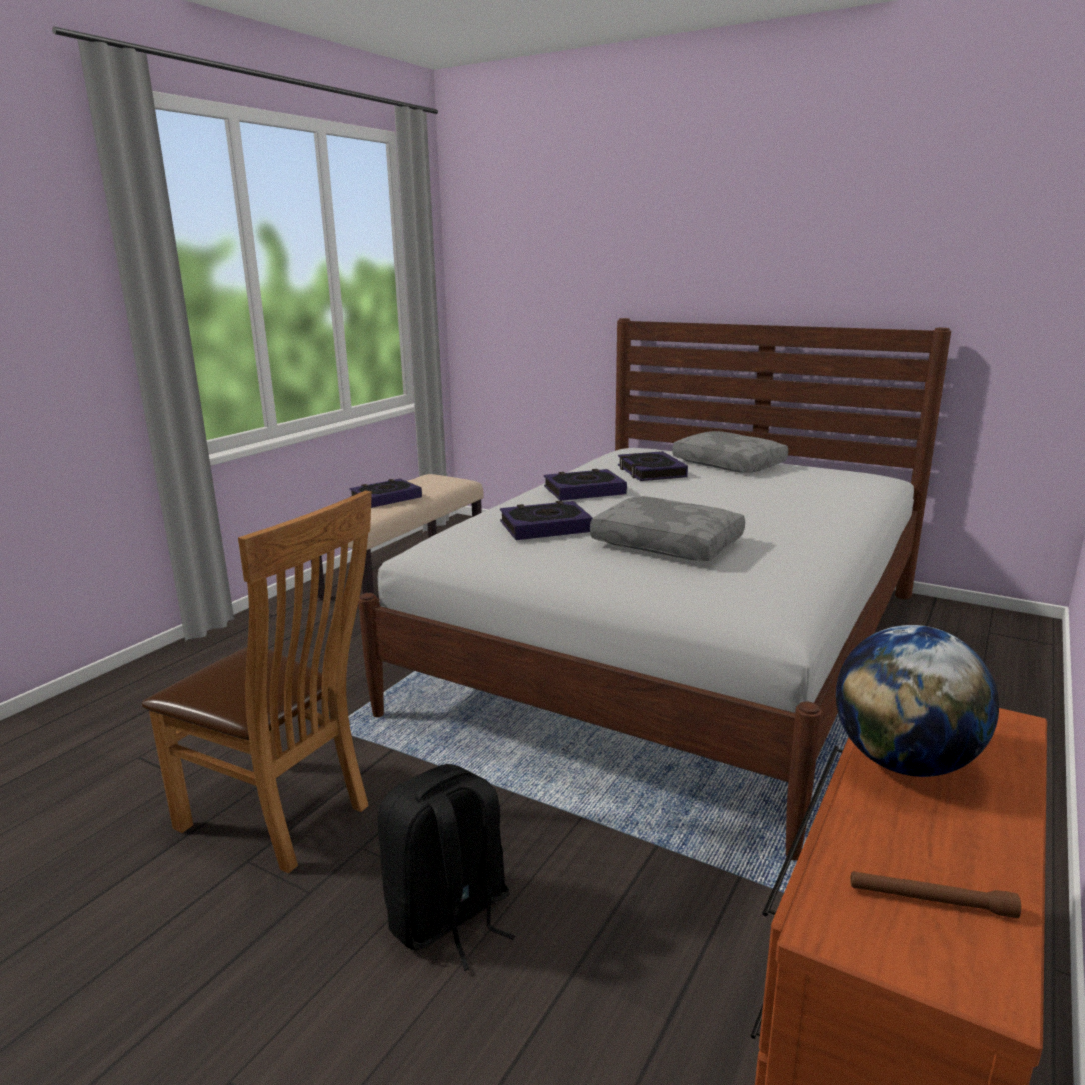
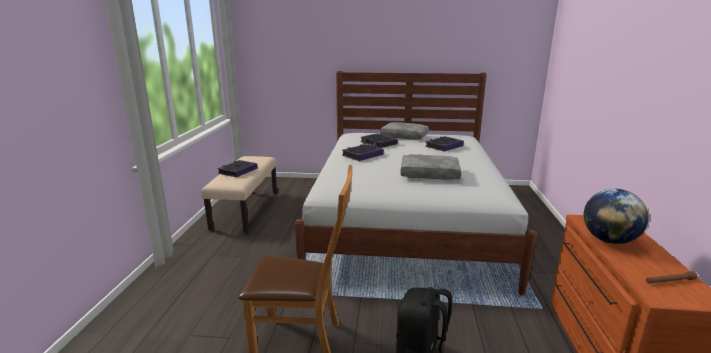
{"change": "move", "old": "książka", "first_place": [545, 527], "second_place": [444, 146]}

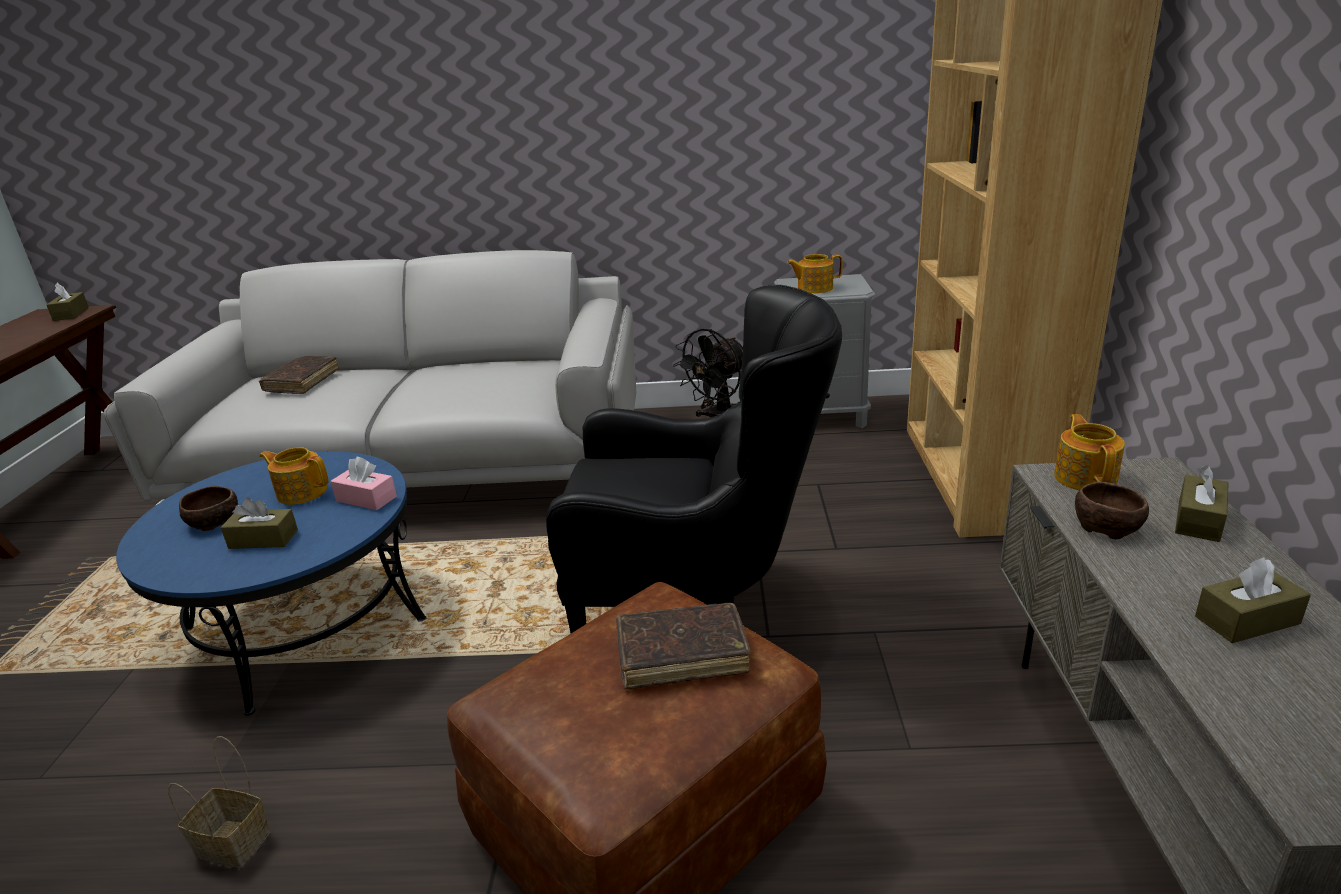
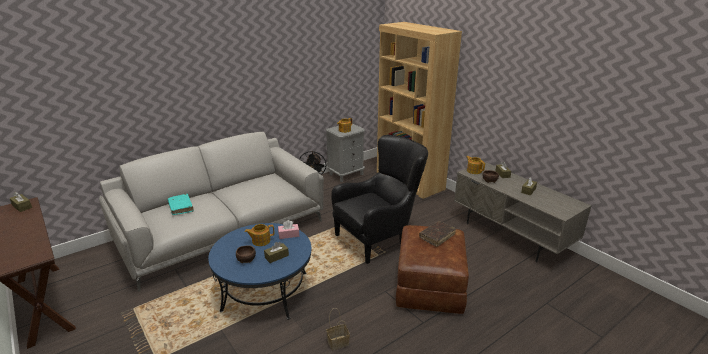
{"change": "recolor", "old": "książka [brązowy]", "new": "książka [turkusowy]", "first_place": [302, 382], "second_place": [181, 207]}

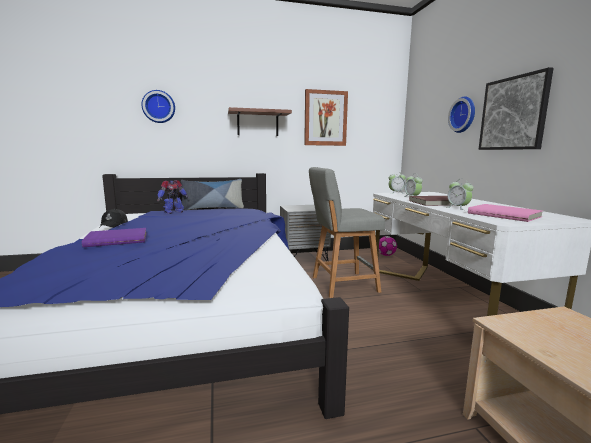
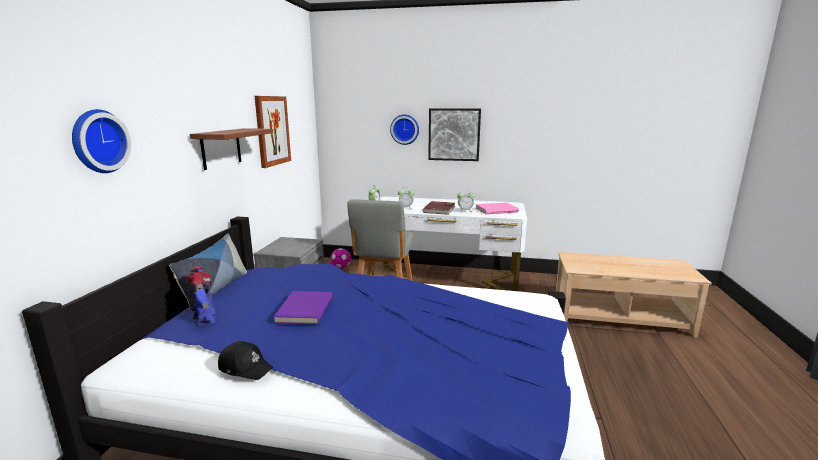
{"change": "move", "old": "książka [fioletowy]", "first_place": [117, 239], "second_place": [303, 309]}

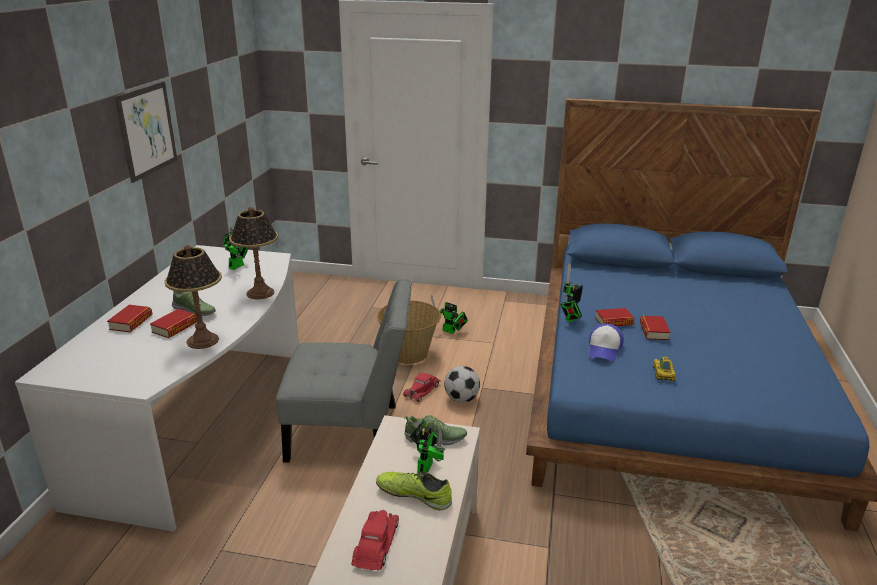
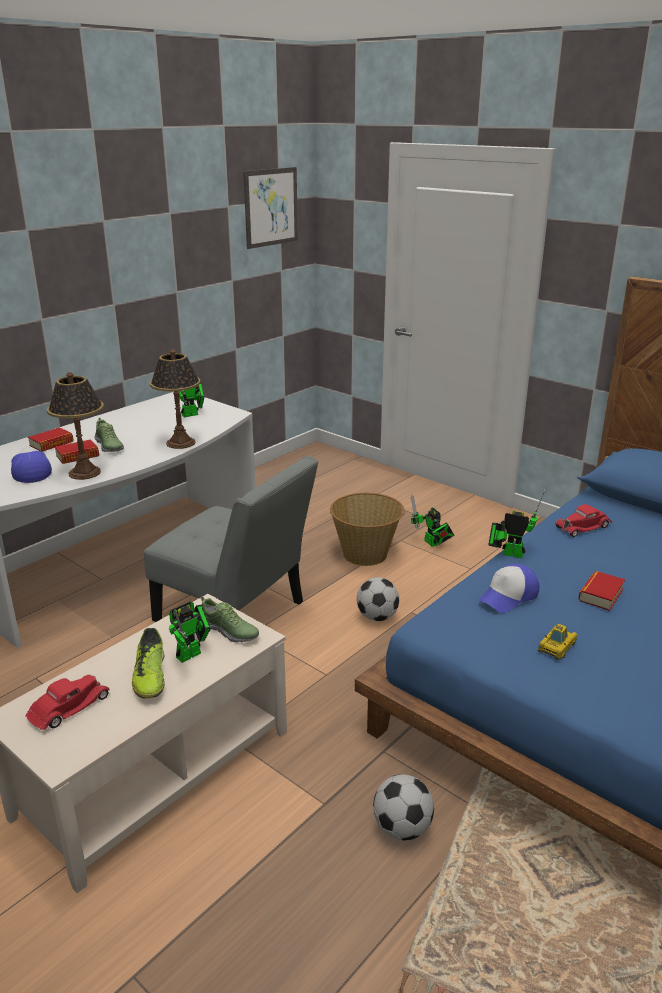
{"change": "delete", "old": "książka", "first_place": [614, 321]}
{"change": "insert", "new": "czapka z daszkiem", "second_place": [30, 471]}
{"change": "insert", "new": "piłka futbolowa", "second_place": [402, 829]}
{"change": "move", "old": "obraz", "first_place": [147, 130], "second_place": [271, 207]}
{"change": "move", "old": "samochodzik [czerwony]", "first_place": [422, 390], "second_place": [583, 527]}
{"change": "rotate", "old": "but", "first_place": [414, 495], "second_place": [150, 676], "degrees": -150}
{"change": "rotate", "old": "robot zabawkowy", "first_place": [570, 319], "second_place": [509, 553], "degrees": 45}

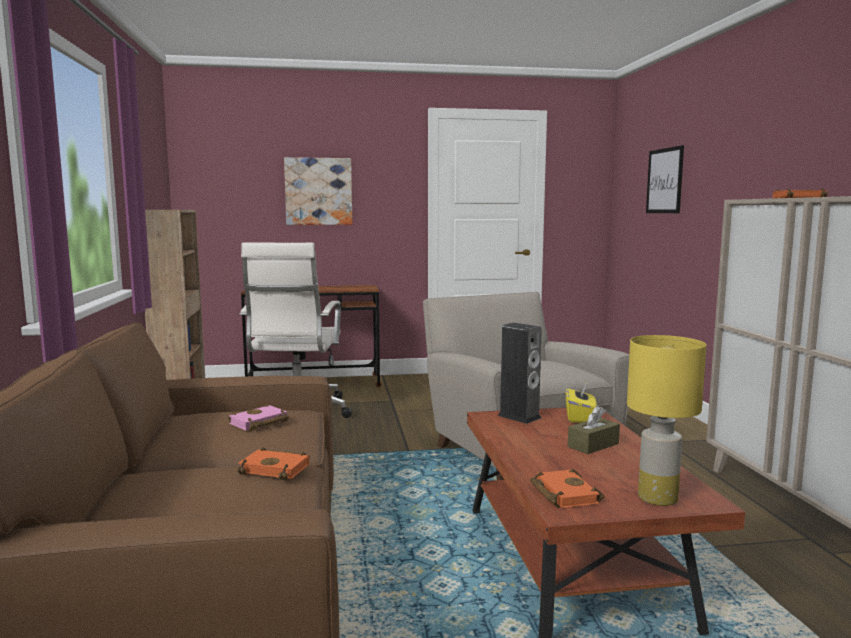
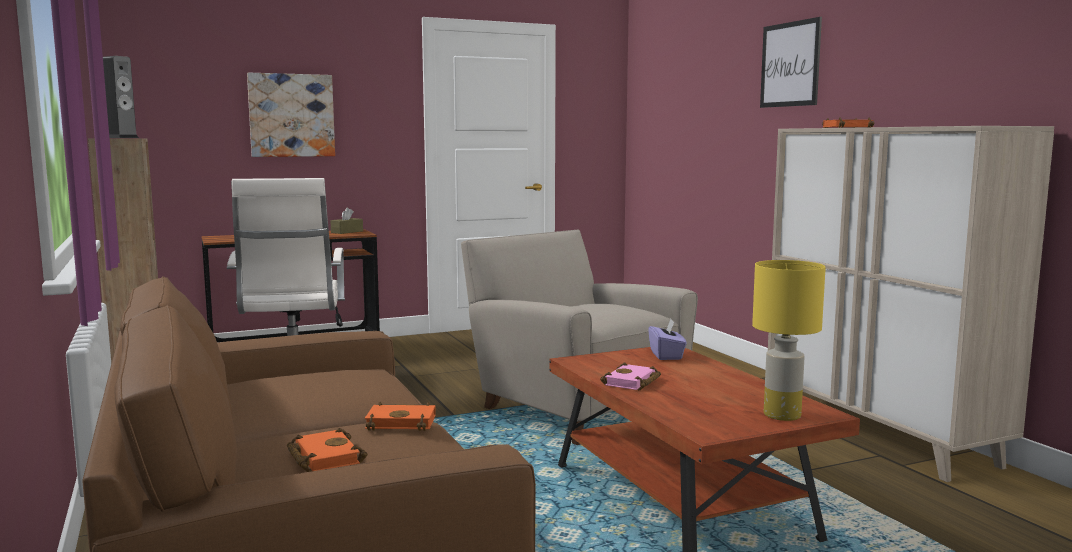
{"change": "move", "old": "książka [różowy]", "first_place": [258, 423], "second_place": [632, 383]}
{"change": "move", "old": "głośnik", "first_place": [519, 416], "second_place": [119, 138]}
{"change": "move", "old": "książka [pomarańczowy]", "first_place": [562, 494], "second_place": [323, 457]}
{"change": "move", "old": "pudełko chusteczek [brązowy]", "first_place": [593, 445], "second_place": [347, 232]}
{"change": "move", "old": "obraz", "first_place": [664, 181], "second_place": [790, 64]}
{"change": "recolor", "old": "pudełko chusteczek [żółty]", "new": "pudełko chusteczek [fioletowy]", "first_place": [580, 417], "second_place": [666, 355]}

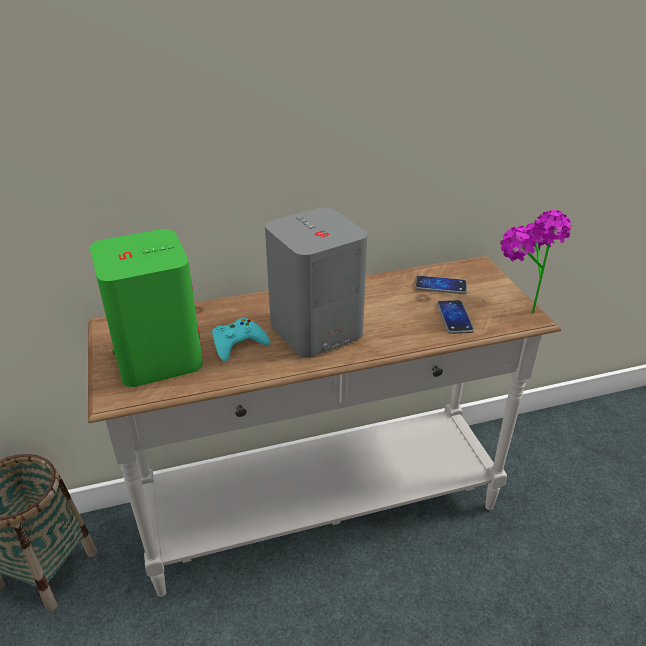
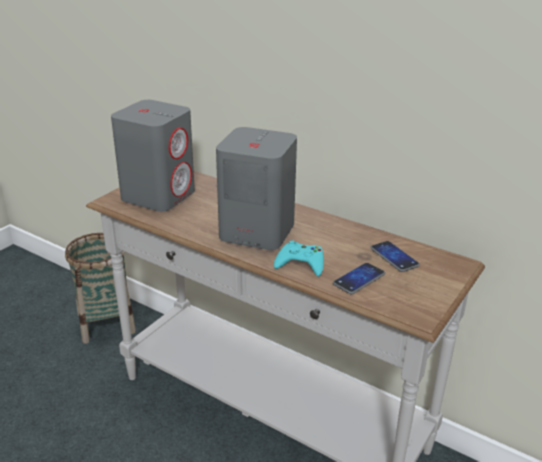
{"change": "delete", "old": "roślina doniczkowa", "first_place": [518, 308]}
{"change": "move", "old": "pad do gier [turkusowy]", "first_place": [238, 344], "second_place": [301, 263]}
{"change": "recolor", "old": "głośnik [zielony]", "new": "głośnik [szary]", "first_place": [157, 356], "second_place": [159, 195]}

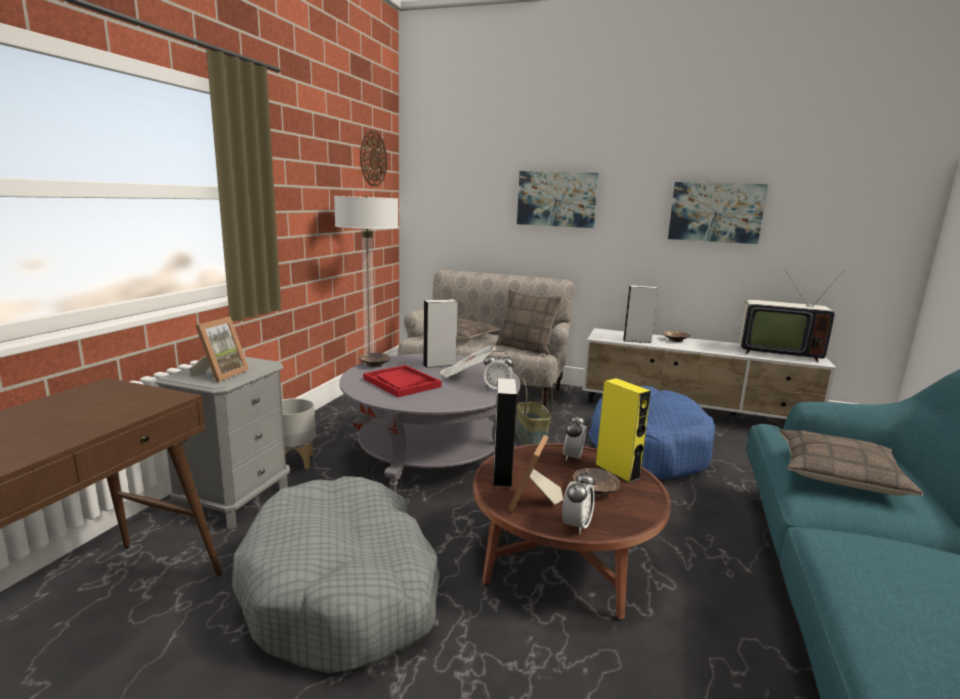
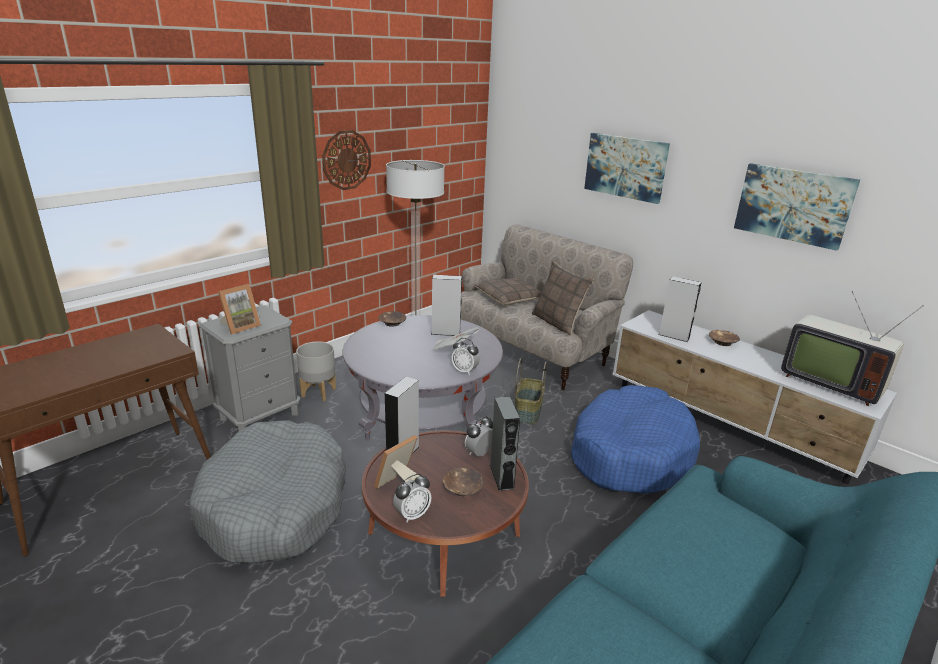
{"change": "delete", "old": "taca [czerwony]", "first_place": [401, 383]}
{"change": "delete", "old": "poduszka", "first_place": [839, 473]}
{"change": "move", "old": "zegar ścienny", "first_place": [373, 159], "second_place": [346, 160]}
{"change": "recolor", "old": "głośnik [żółty]", "new": "głośnik [szary]", "first_place": [617, 471], "second_place": [501, 476]}

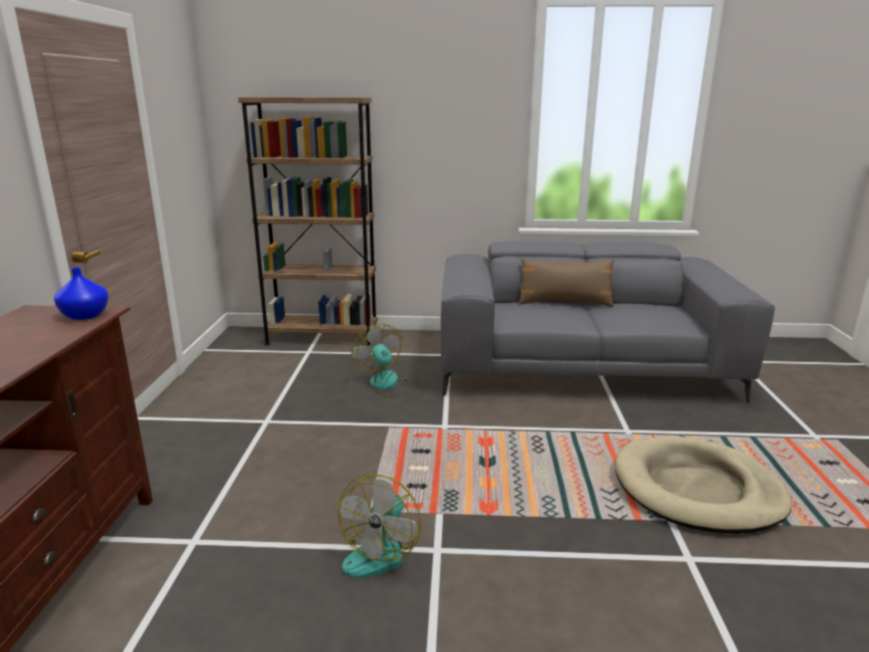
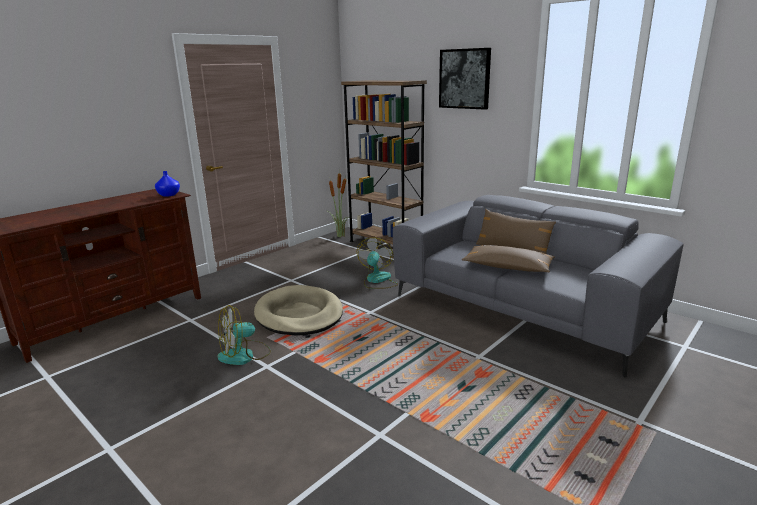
{"change": "insert", "new": "roślina doniczkowa", "second_place": [340, 236]}
{"change": "insert", "new": "obraz", "second_place": [464, 79]}
{"change": "insert", "new": "poduszka [brązowy]", "second_place": [508, 267]}
{"change": "move", "old": "legowisko [beżowy]", "first_place": [697, 490], "second_place": [299, 314]}

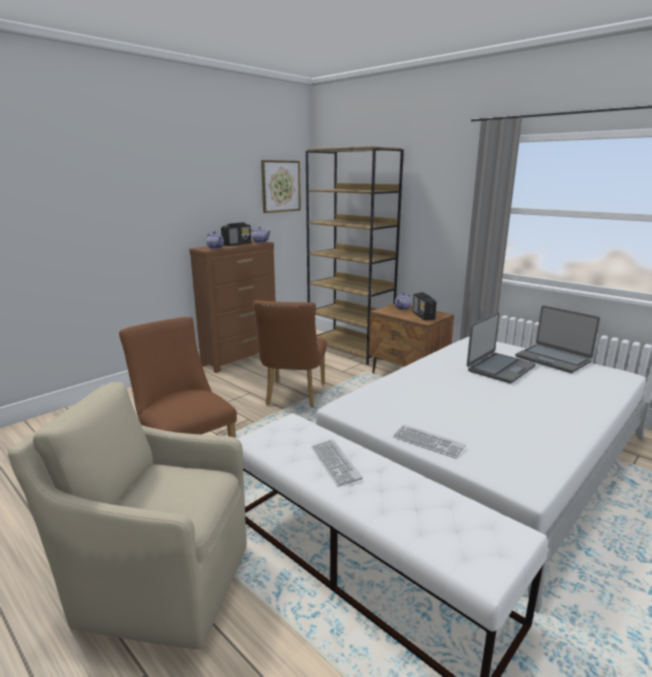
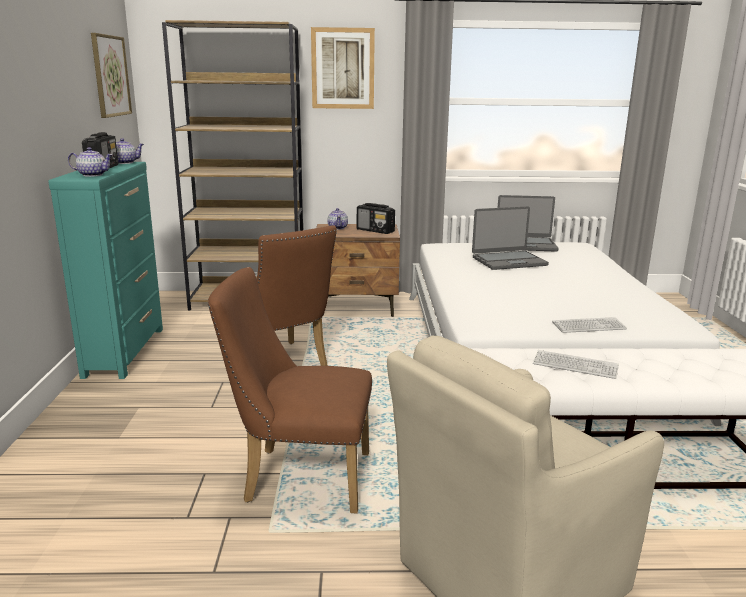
{"change": "insert", "new": "obraz", "second_place": [343, 68]}
{"change": "recolor", "old": "komoda [brązowy]", "new": "komoda [turkusowy]", "first_place": [241, 358], "second_place": [125, 351]}
{"change": "rotate", "old": "laptop", "first_place": [500, 368], "second_place": [508, 261], "degrees": 75}

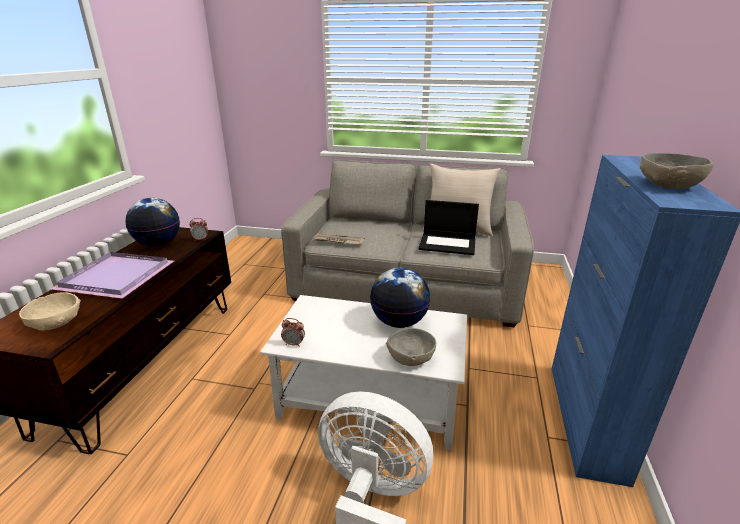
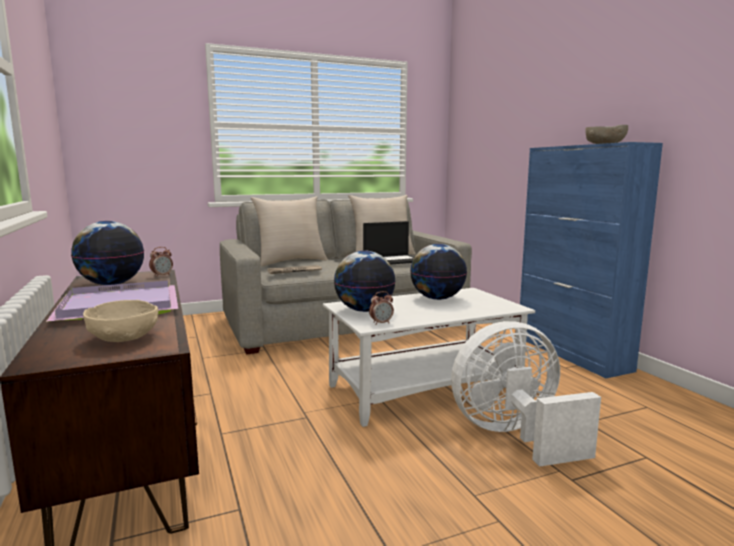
{"change": "delete", "old": "miska [szary]", "first_place": [410, 357]}
{"change": "insert", "new": "poduszka [beżowy]", "second_place": [291, 261]}
{"change": "insert", "new": "globus", "second_place": [364, 310]}

